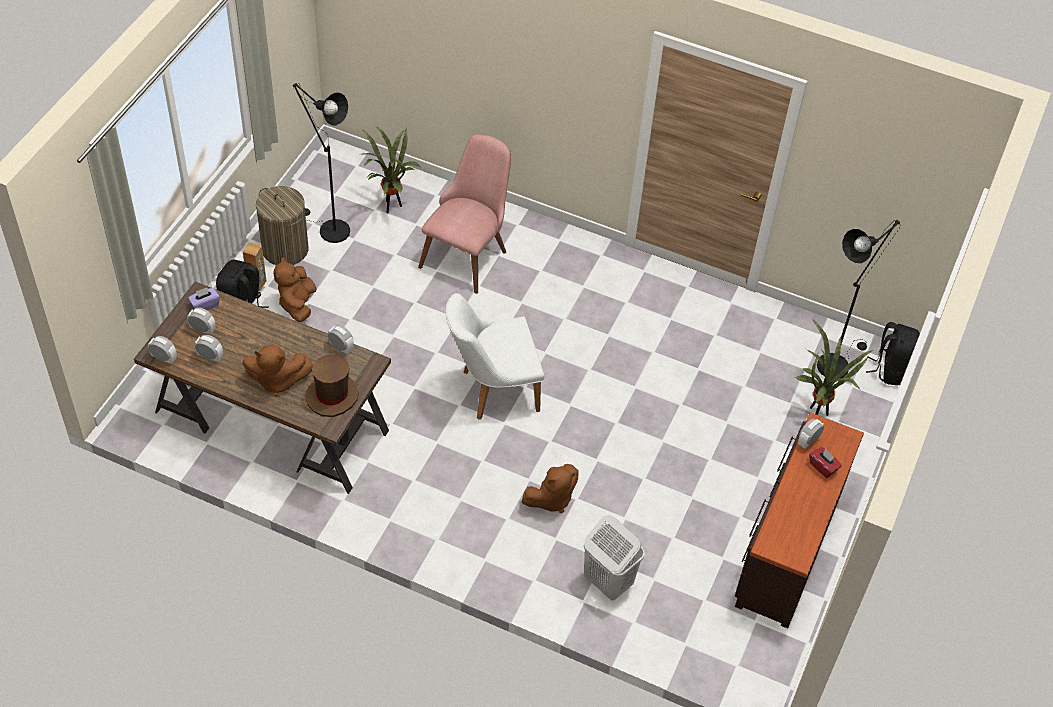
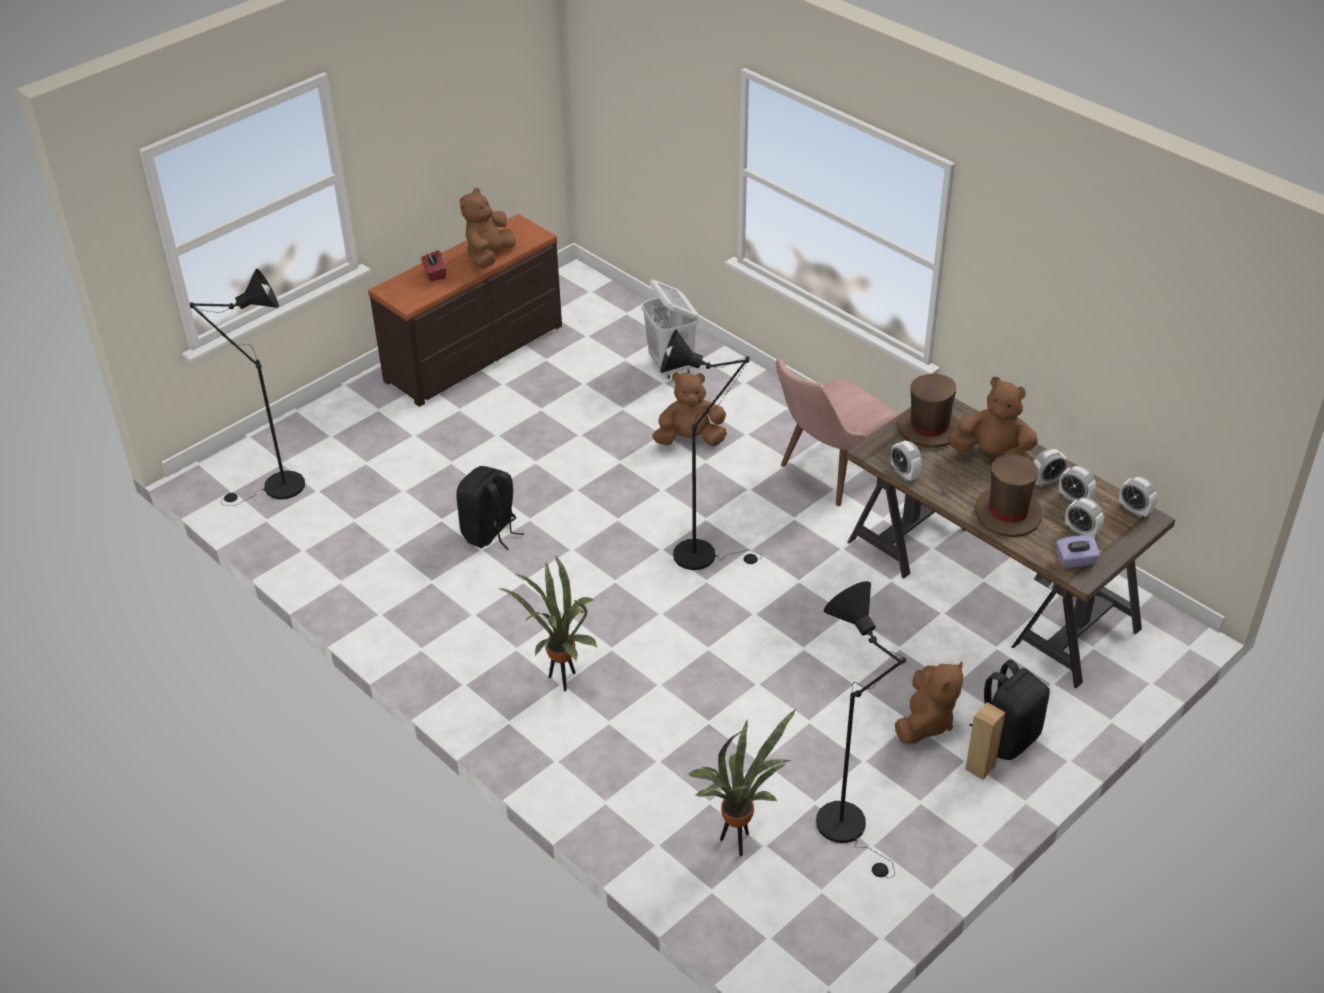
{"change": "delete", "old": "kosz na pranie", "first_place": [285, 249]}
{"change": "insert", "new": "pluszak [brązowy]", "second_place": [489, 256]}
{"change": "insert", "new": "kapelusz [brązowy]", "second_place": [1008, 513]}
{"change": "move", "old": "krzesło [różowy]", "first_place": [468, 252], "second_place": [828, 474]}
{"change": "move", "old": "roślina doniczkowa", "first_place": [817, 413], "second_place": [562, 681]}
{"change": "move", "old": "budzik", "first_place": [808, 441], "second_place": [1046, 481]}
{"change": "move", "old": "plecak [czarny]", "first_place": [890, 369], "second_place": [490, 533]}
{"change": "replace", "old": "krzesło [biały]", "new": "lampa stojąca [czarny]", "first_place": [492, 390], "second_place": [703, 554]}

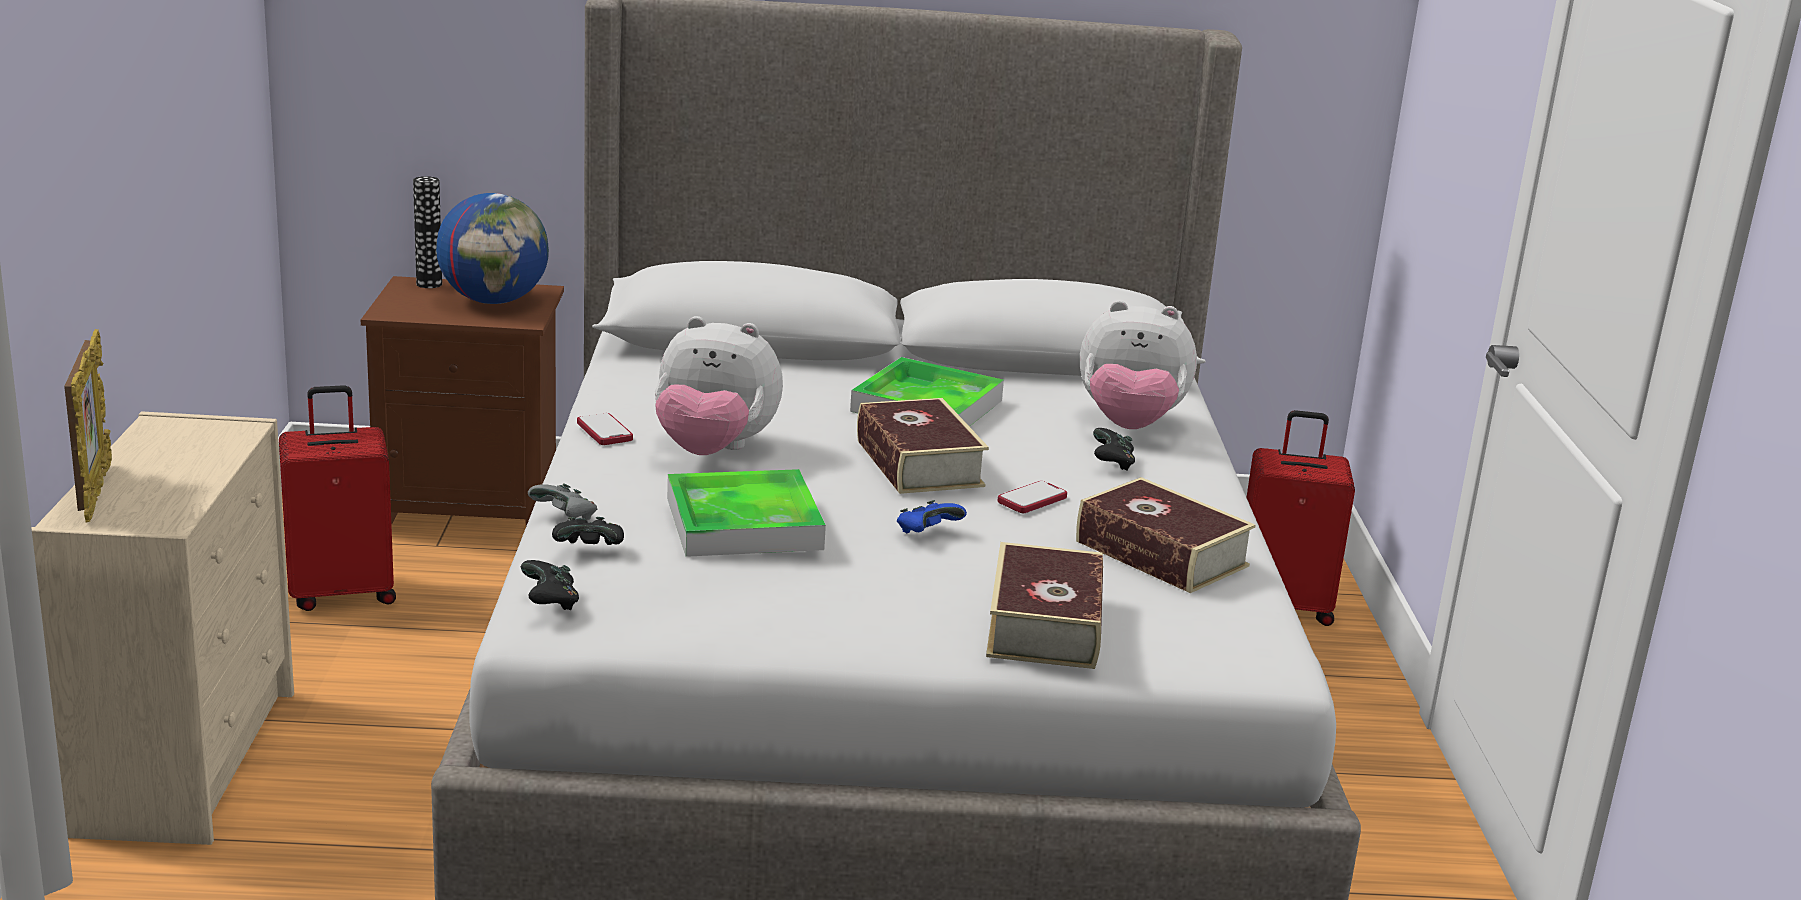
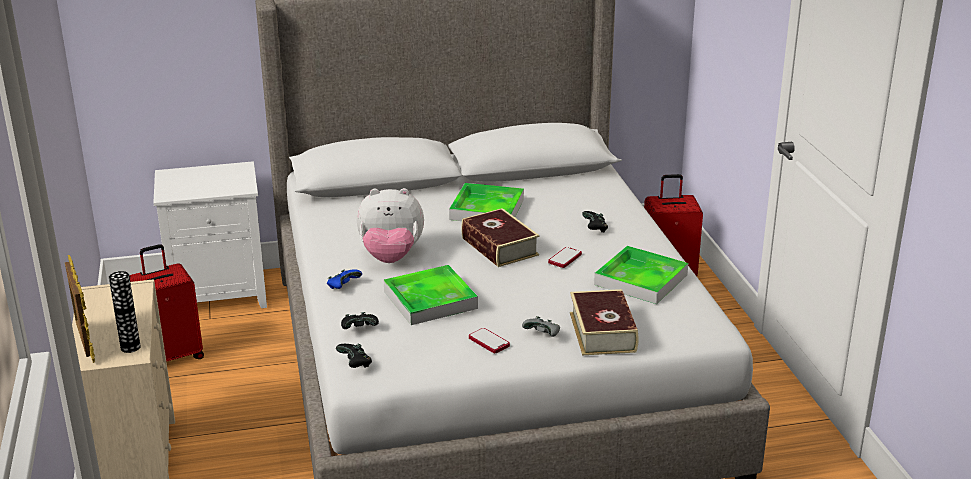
{"change": "delete", "old": "globus", "first_place": [494, 301]}
{"change": "delete", "old": "pluszak", "first_place": [1129, 426]}
{"change": "move", "old": "wazon", "first_place": [429, 284], "second_place": [130, 347]}
{"change": "move", "old": "pad do gier [szary]", "first_place": [565, 518], "second_place": [543, 335]}
{"change": "move", "old": "telefon", "first_place": [604, 431], "second_place": [489, 342]}
{"change": "move", "old": "pad do gier [niebieski]", "first_place": [927, 533], "second_place": [343, 286]}
{"change": "replace", "old": "książka", "new": "taca", "first_place": [1161, 554], "second_place": [641, 280]}
{"change": "recolor", "old": "szafka nocna [brązowy]", "new": "szafka nocna [biały]", "first_place": [474, 512], "second_place": [220, 294]}

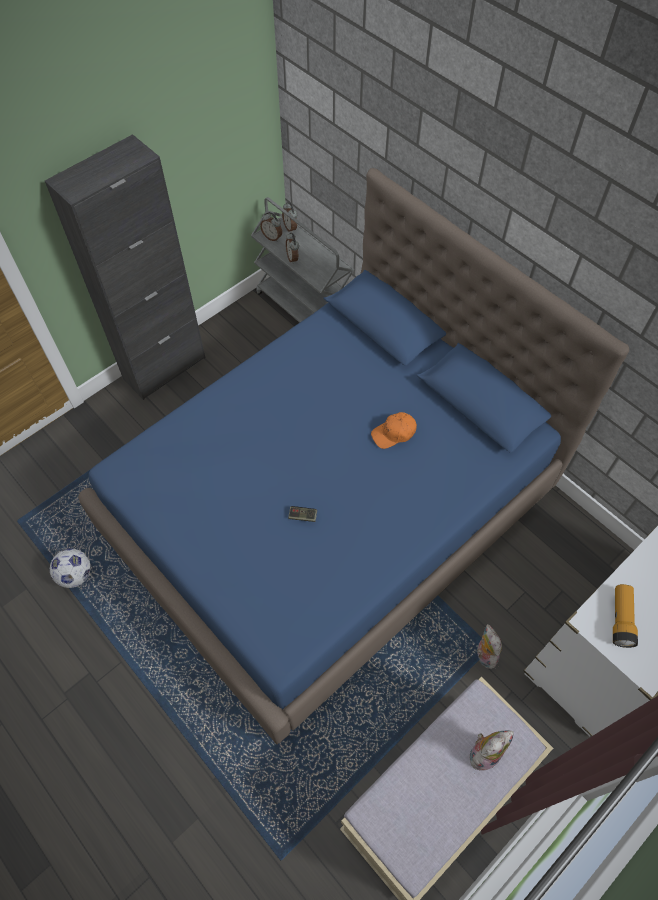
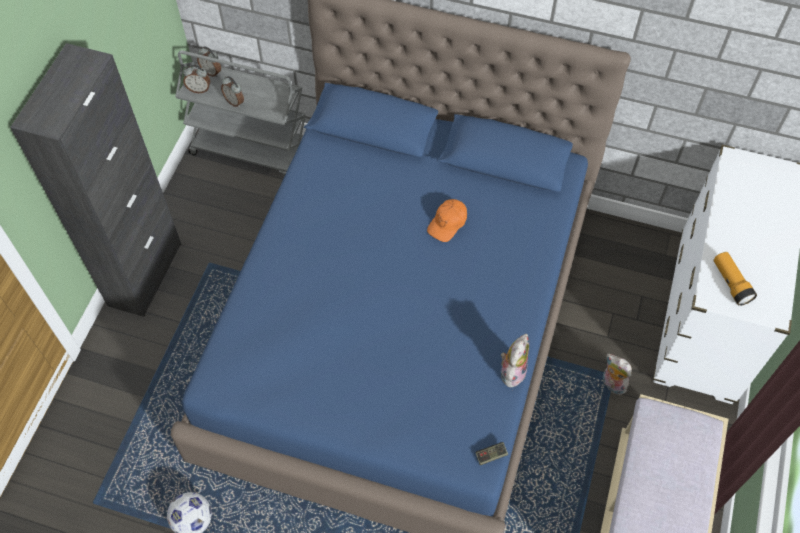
{"change": "move", "old": "pad do gier", "first_place": [302, 516], "second_place": [491, 455]}
{"change": "move", "old": "pluszak", "first_place": [484, 752], "second_place": [512, 371]}

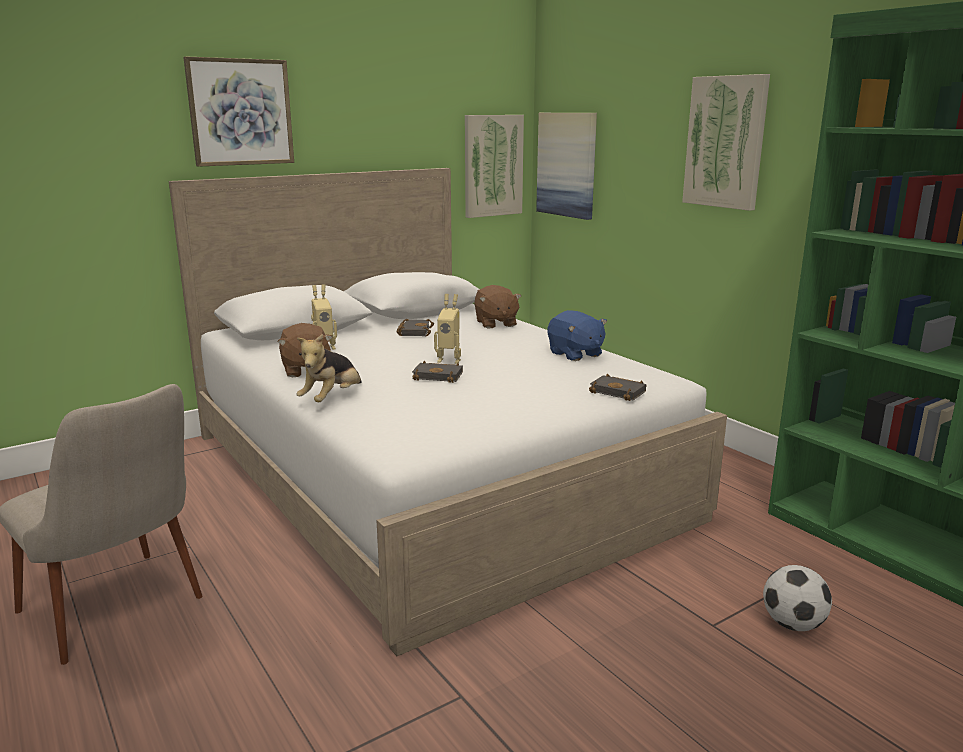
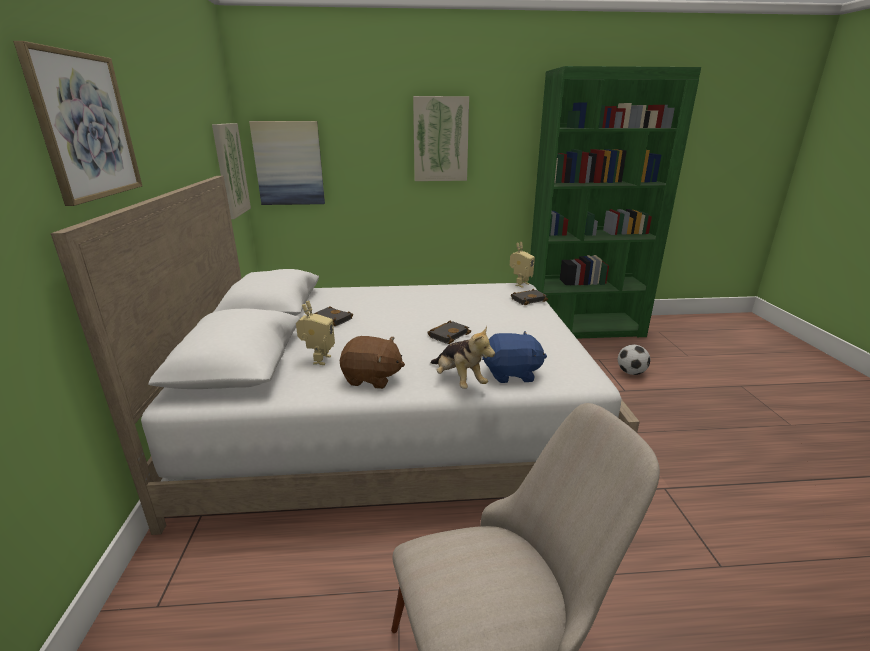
{"change": "delete", "old": "pluszak [brązowy]", "first_place": [495, 323]}
{"change": "move", "old": "robot zabawkowy", "first_place": [449, 360], "second_place": [520, 284]}
{"change": "move", "old": "pluszak [niebieski]", "first_place": [575, 354], "second_place": [511, 374]}

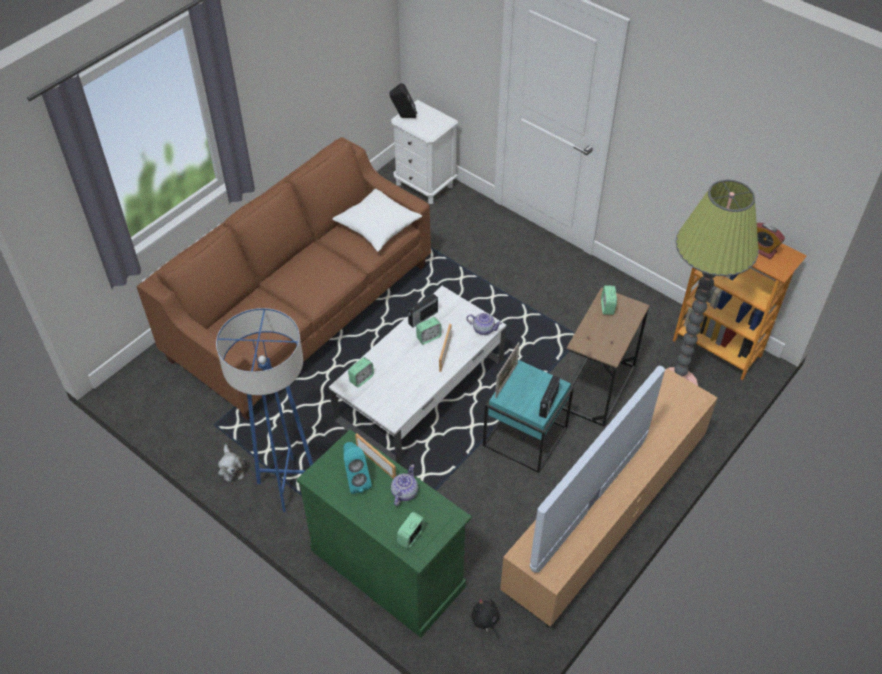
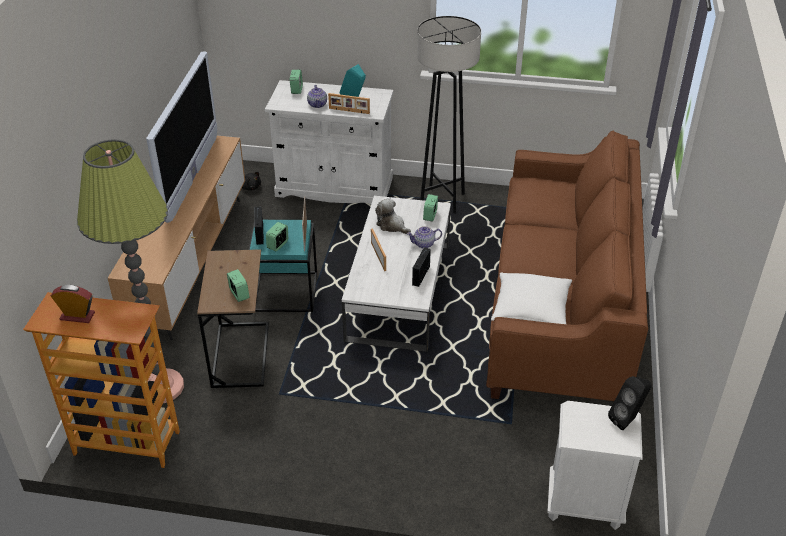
{"change": "move", "old": "pluszak", "first_place": [231, 468], "second_place": [392, 225]}
{"change": "move", "old": "budzik", "first_place": [428, 337], "second_place": [278, 245]}
{"change": "move", "old": "imbryk", "first_place": [483, 329], "second_place": [424, 244]}
{"change": "recolor", "old": "lampa stojąca [niebieski]", "new": "lampa stojąca [szary]", "first_place": [288, 484], "second_place": [442, 200]}
{"change": "recolor", "old": "szafka [zielony]", "new": "szafka [biały]", "first_place": [388, 568], "second_place": [334, 187]}

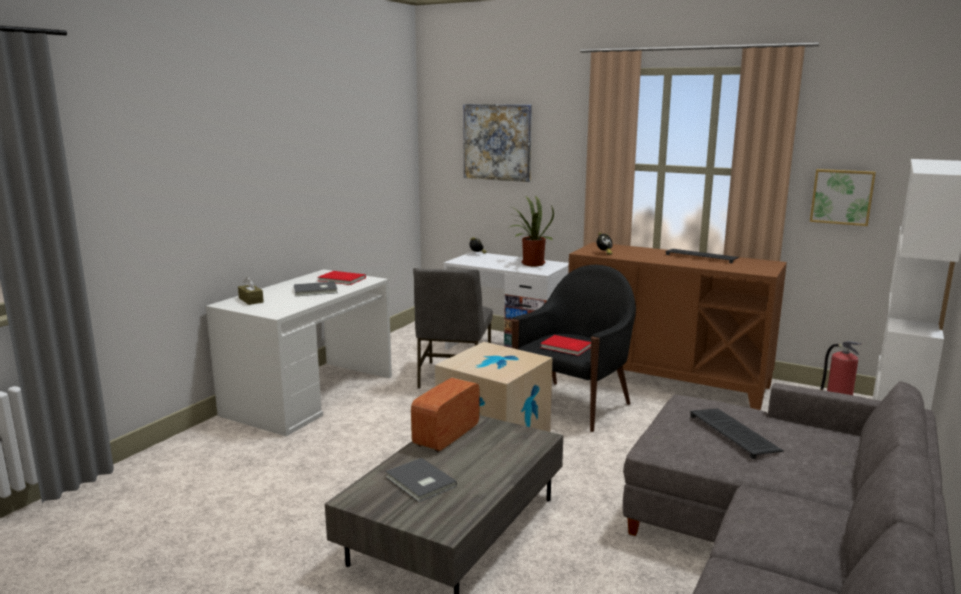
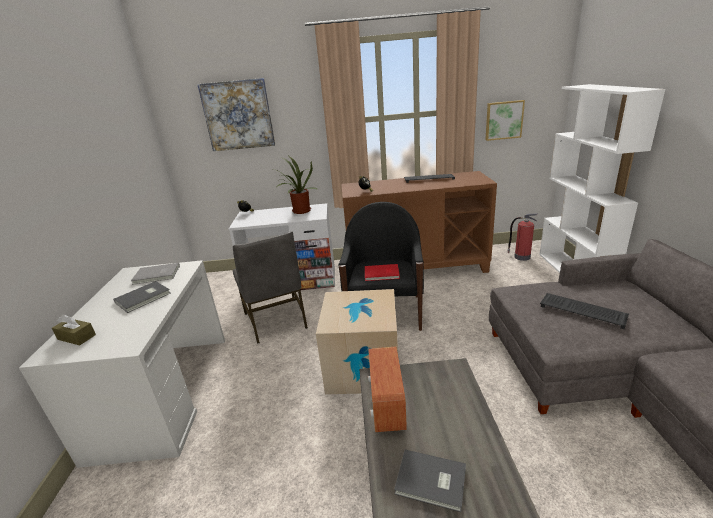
{"change": "recolor", "old": "książka [czerwony]", "new": "książka [szary]", "first_place": [341, 280], "second_place": [157, 275]}

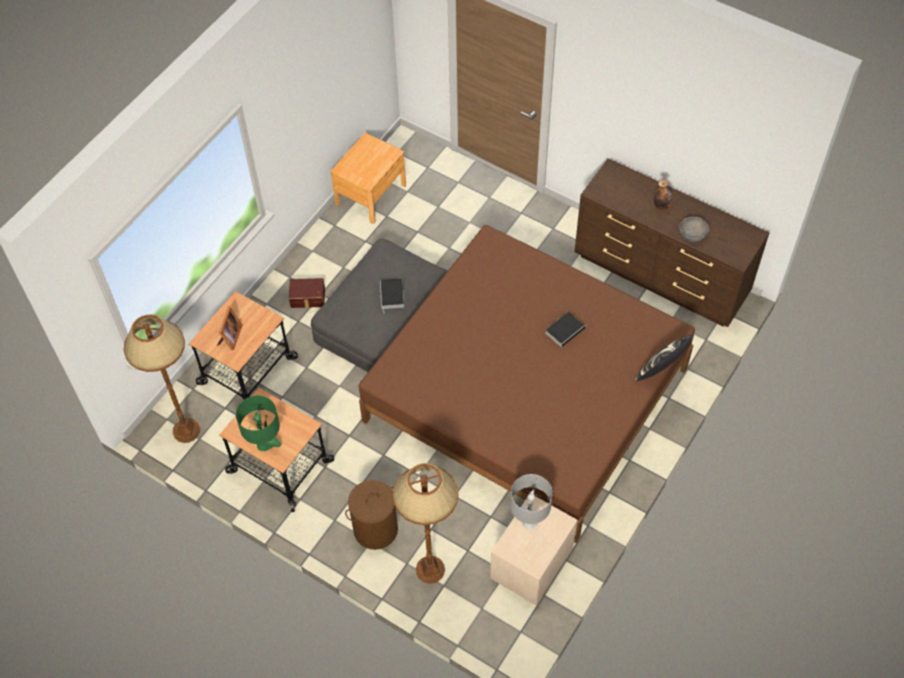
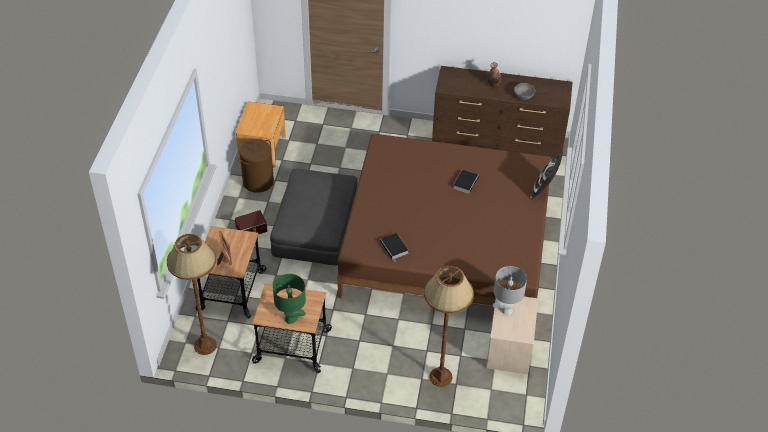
{"change": "move", "old": "kosz na pranie [brązowy]", "first_place": [375, 529], "second_place": [258, 182]}
{"change": "move", "old": "książka", "first_place": [392, 296], "second_place": [395, 248]}

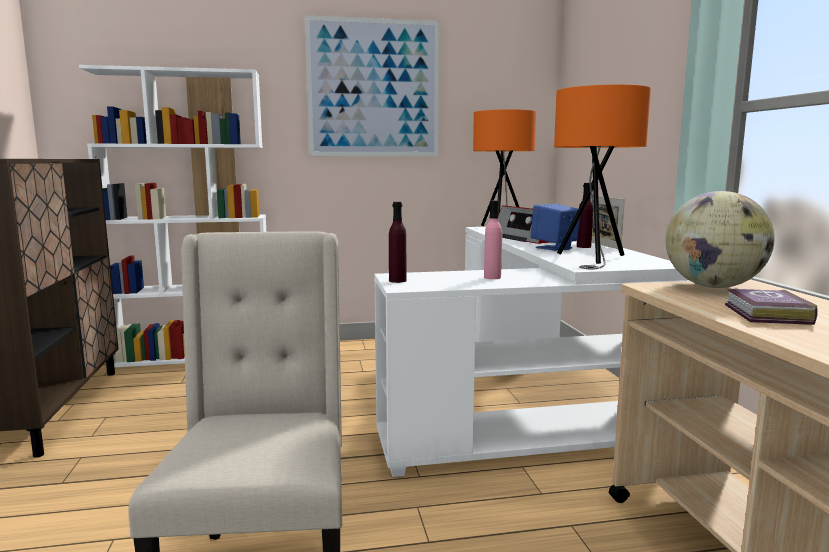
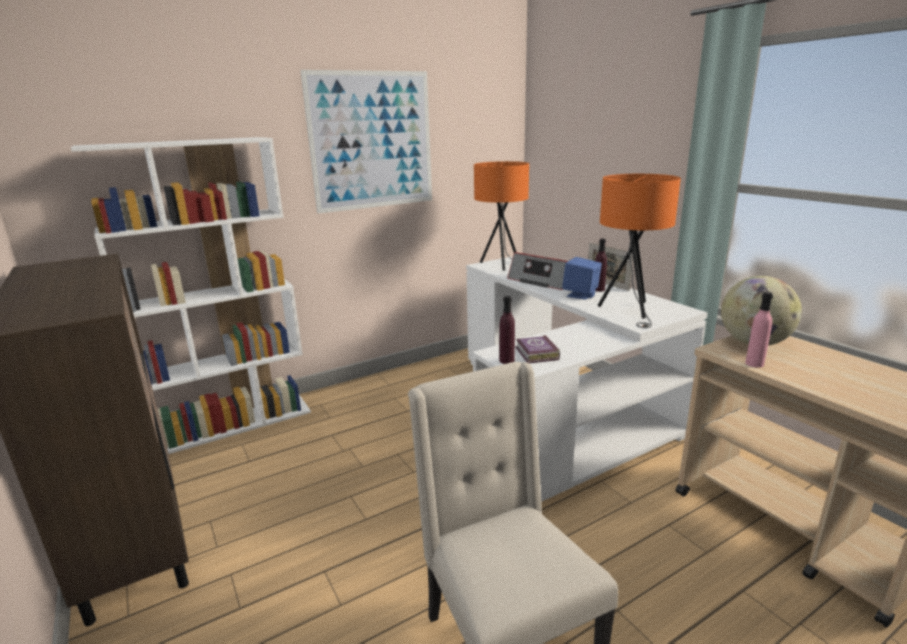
{"change": "move", "old": "butelka [różowy]", "first_place": [492, 277], "second_place": [754, 363]}
{"change": "move", "old": "książka", "first_place": [766, 314], "second_place": [536, 354]}

